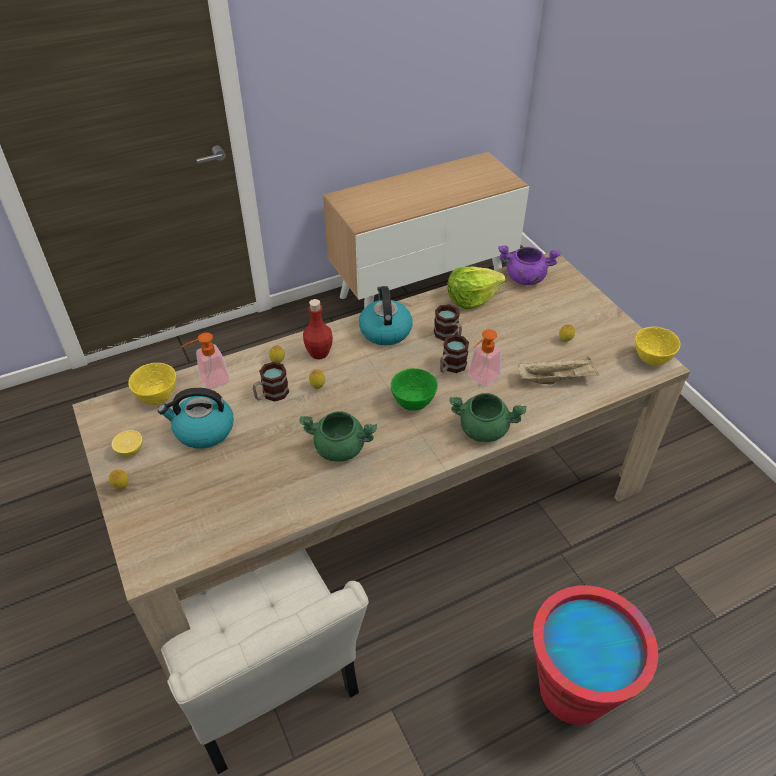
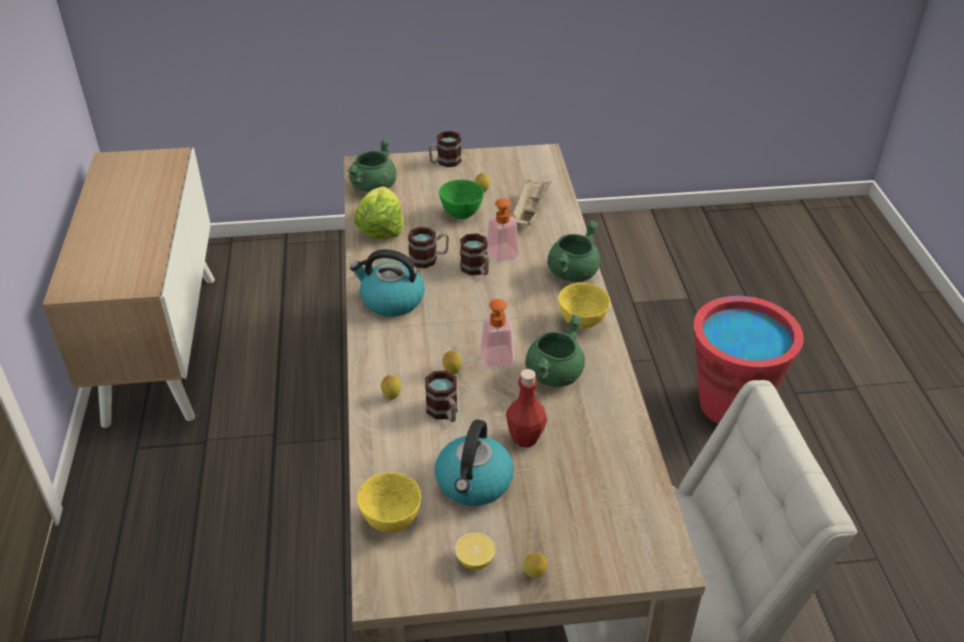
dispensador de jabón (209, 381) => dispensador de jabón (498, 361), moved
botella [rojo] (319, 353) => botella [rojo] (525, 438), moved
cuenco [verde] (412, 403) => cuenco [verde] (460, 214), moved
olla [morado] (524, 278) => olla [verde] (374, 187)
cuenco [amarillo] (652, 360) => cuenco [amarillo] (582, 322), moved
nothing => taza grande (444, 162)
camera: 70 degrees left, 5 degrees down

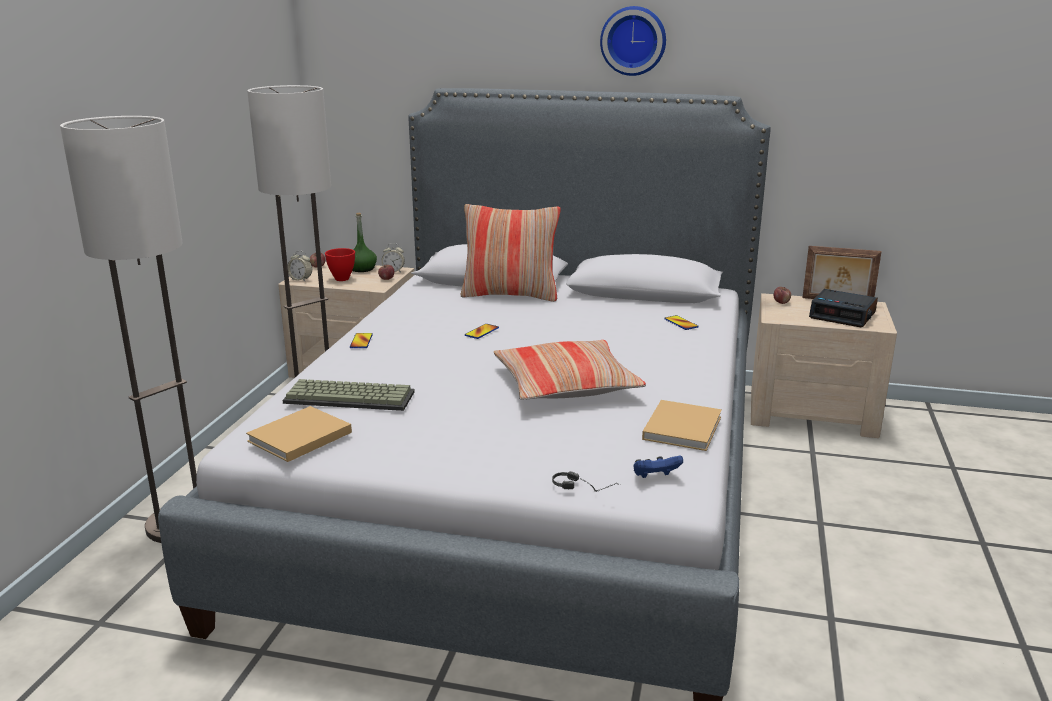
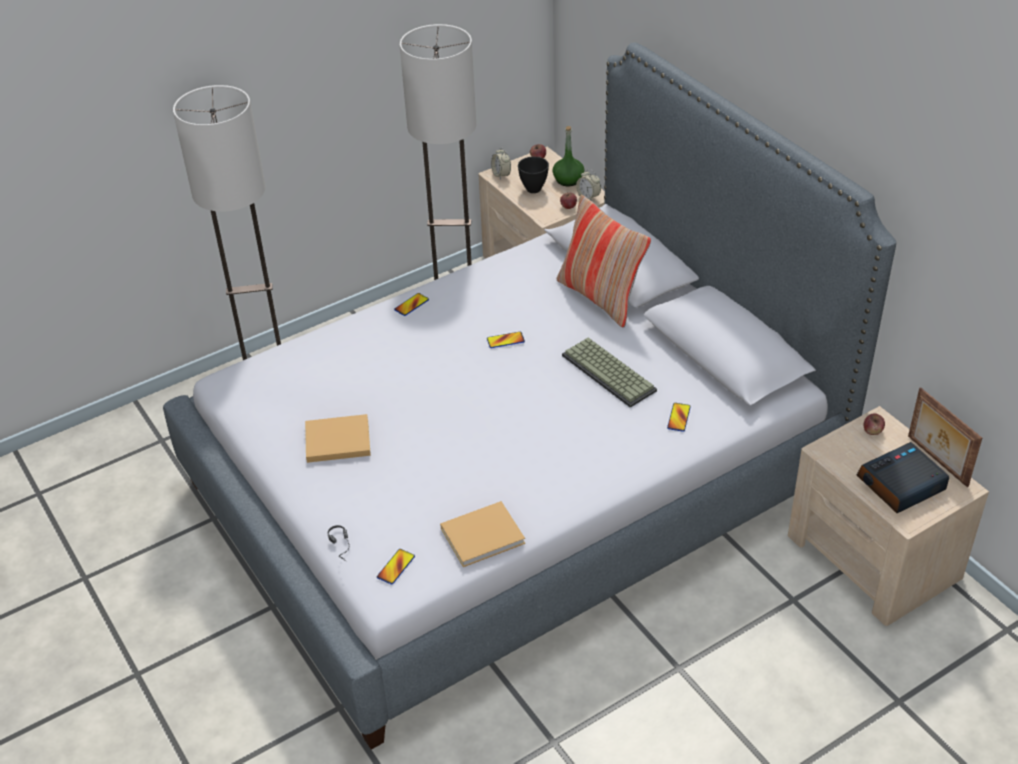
libro [beis] (297, 438) => libro [beis] (335, 441), moved
teclado (351, 397) => teclado (610, 373), moved
cuenco [rojo] (342, 279) => cuenco [negro] (534, 189)
cojín (566, 385) => nothing
reloj de pared (633, 41) => nothing
mando de consola [azul] (655, 477) => móvil (396, 567)
despertador (843, 315) => despertador (900, 485), 75 degrees clockwise
camera: 45 degrees right, 20 degrees up

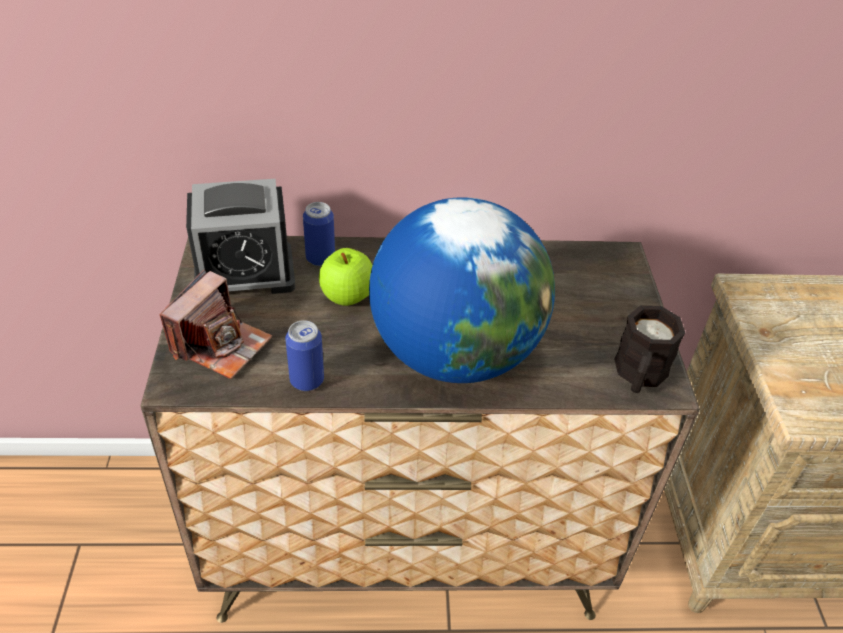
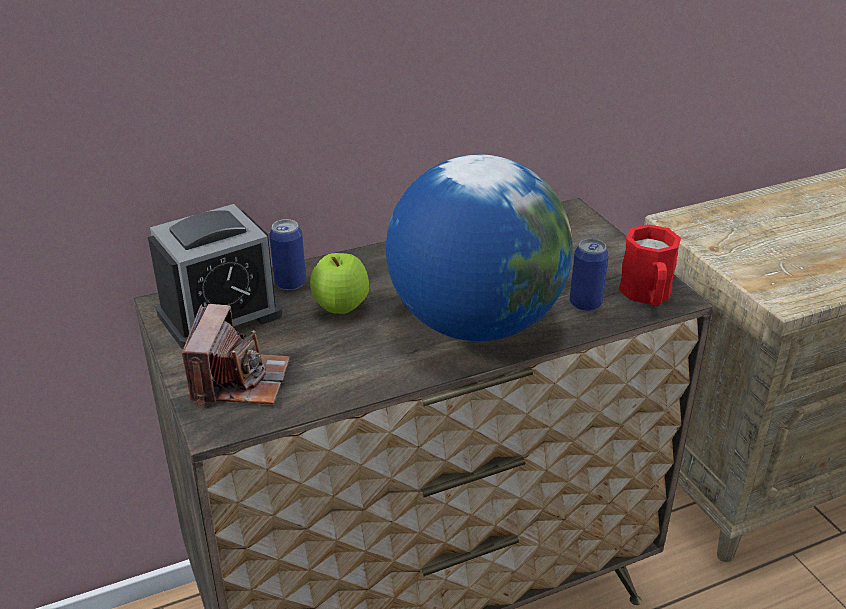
lata (307, 380) => lata (585, 304), moved
taza grande [negro] (638, 375) => taza grande [rojo] (647, 296)
camera: 20 degrees left, 10 degrees down

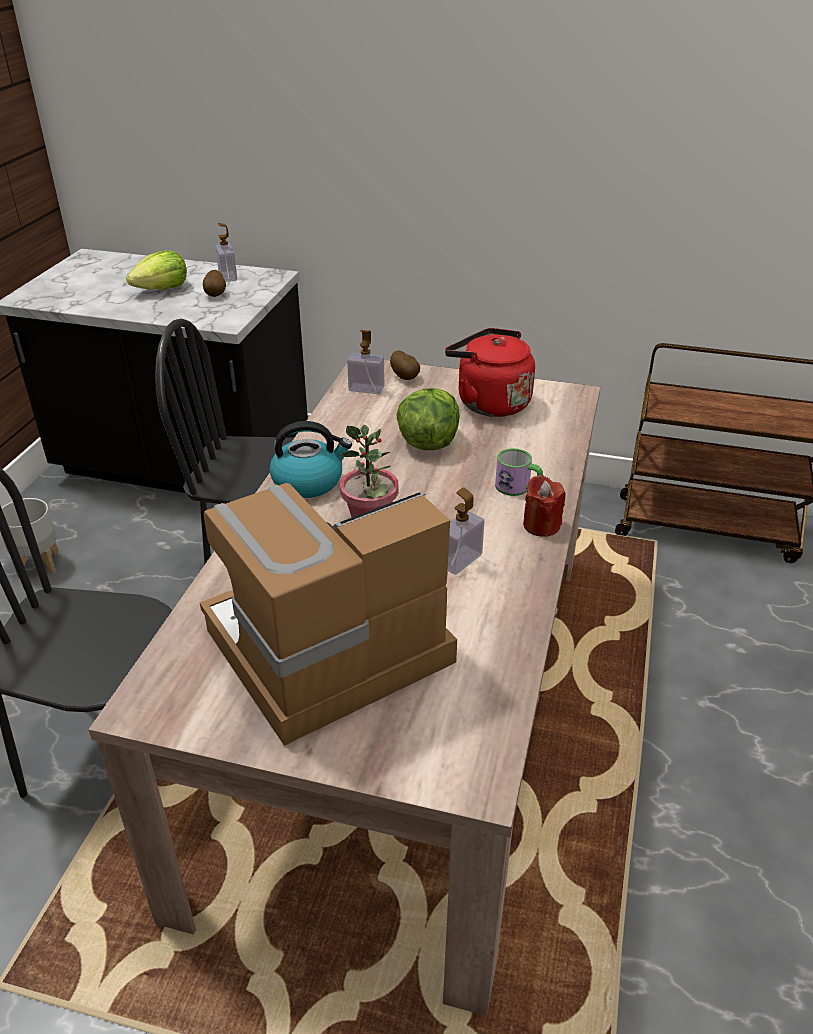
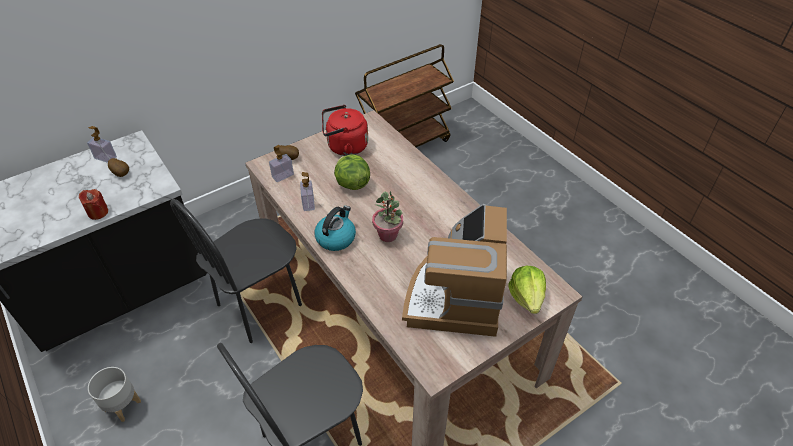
lechuga (162, 289) => lechuga (527, 297), moved
dispensador de jabón (460, 560) => dispensador de jabón (308, 203), moved
taza grande (518, 488) => nothing
vela [rojo] (541, 525) => vela [rojo] (98, 212), moved
camera: 50 degrees left, 10 degrees up

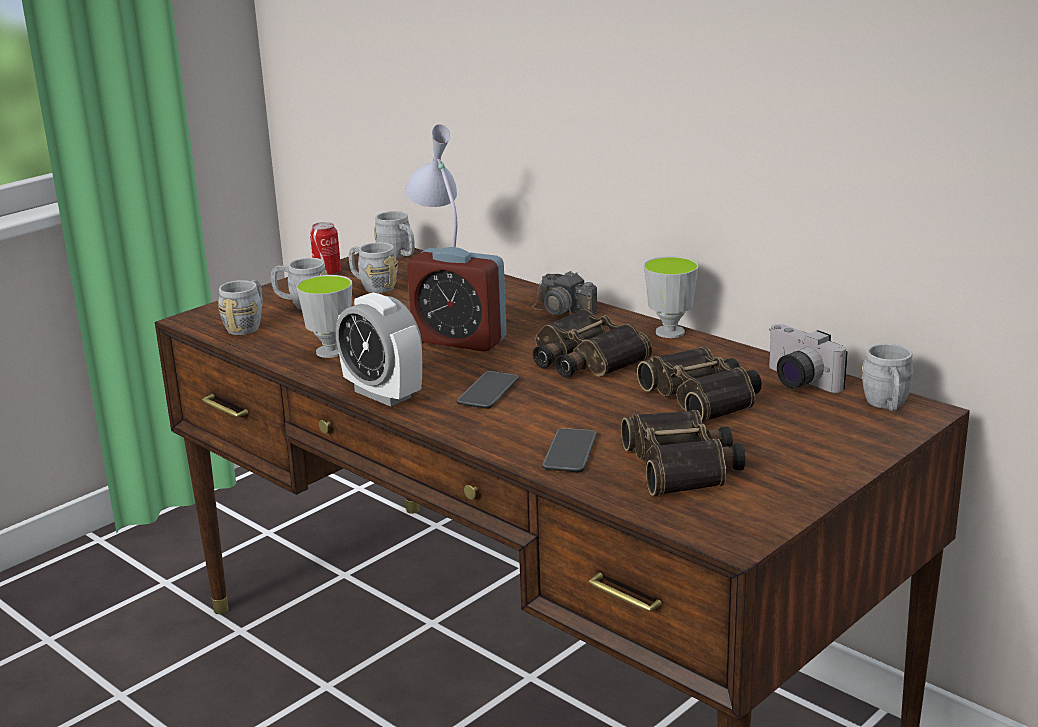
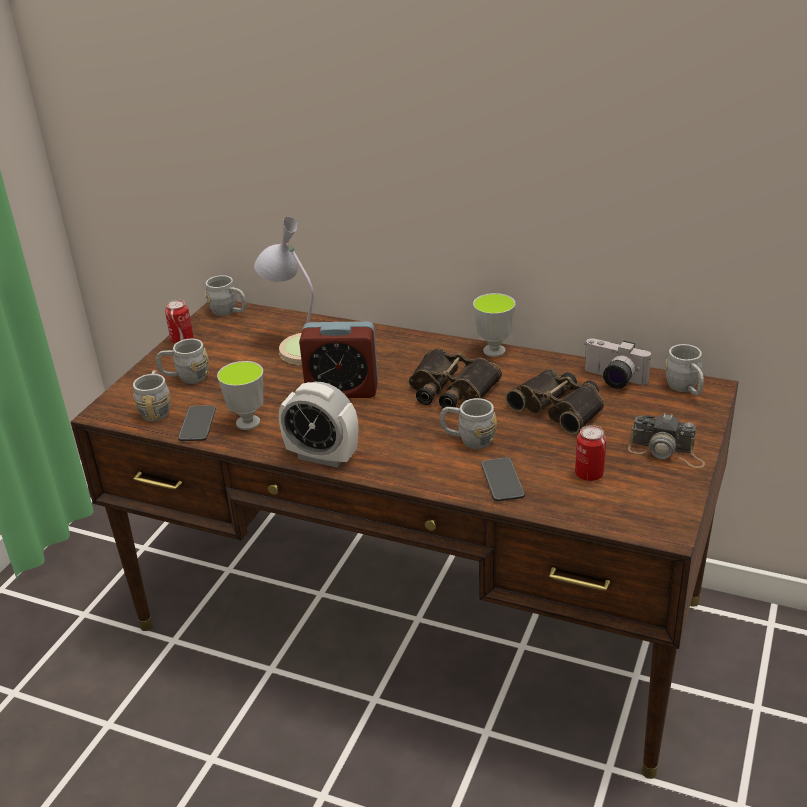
taza grande [gris] (372, 286) => taza grande [gris] (468, 440), moved
móvil (488, 392) => móvil (197, 424), moved
cámara (567, 312) => cámara (666, 452), moved
prismáticos (683, 466) => lata (589, 474)
camera: 20 degrees left, 10 degrees up

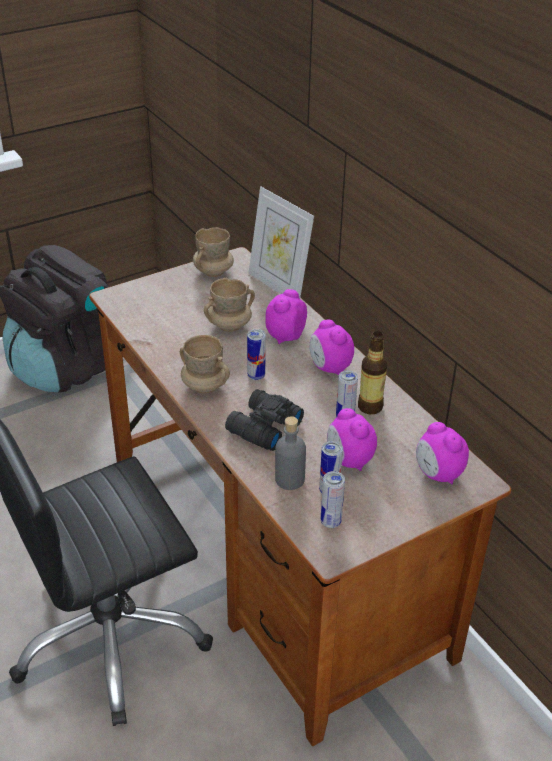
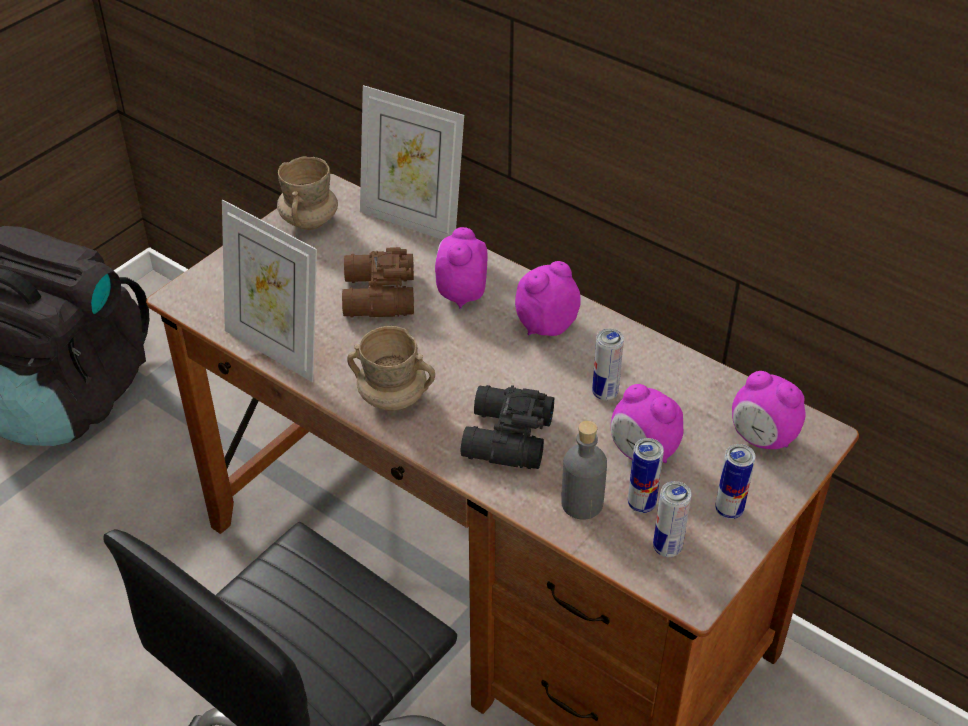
taza grande [beis] (230, 325) => prismáticos [marrón] (377, 297)
lata (256, 376) => lata (729, 510), moved
despertador (329, 368) => despertador (545, 325), 105 degrees clockwise
botella (370, 407) => nothing
nothing => portarretratos (276, 349)
camera: 20 degrees left, 5 degrees up

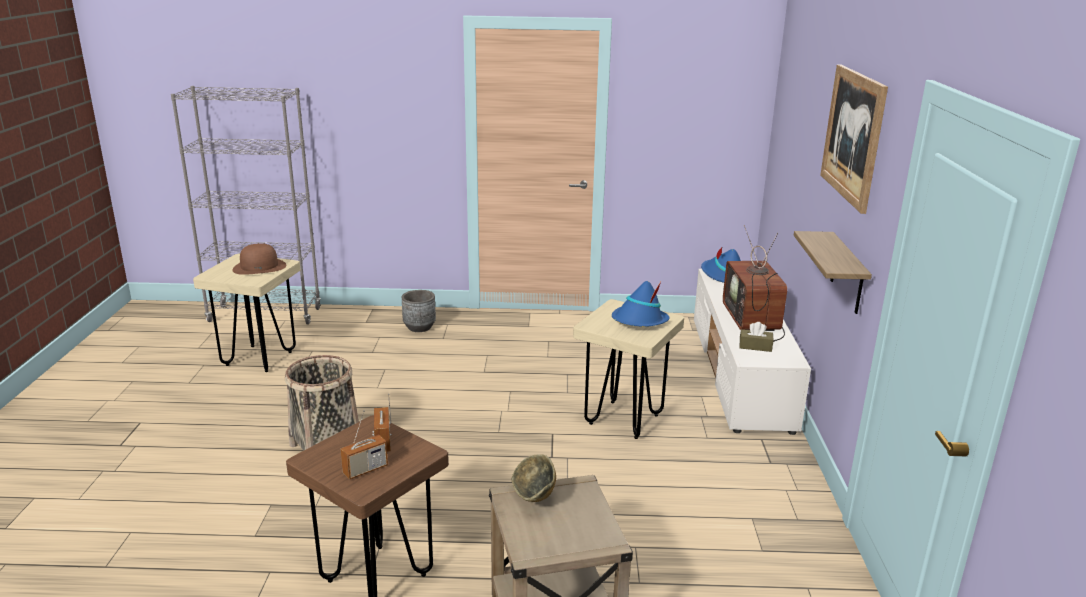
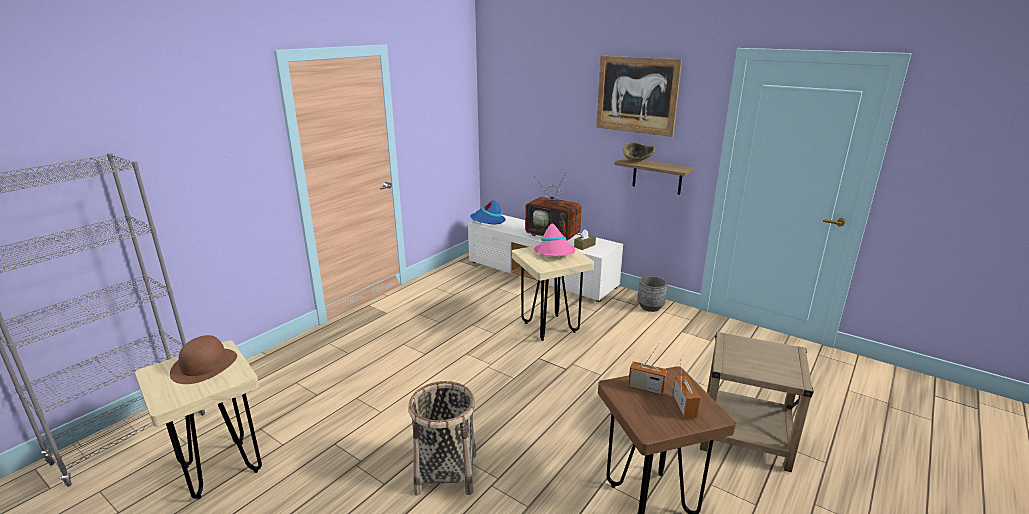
maceta [gris] (419, 327) => maceta [gris] (650, 307), moved
cuenco (534, 498) => cuenco (637, 162), moved
sombrero [azul] (639, 321) => sombrero [rosa] (555, 253)
camera: 55 degrees left, 0 degrees up

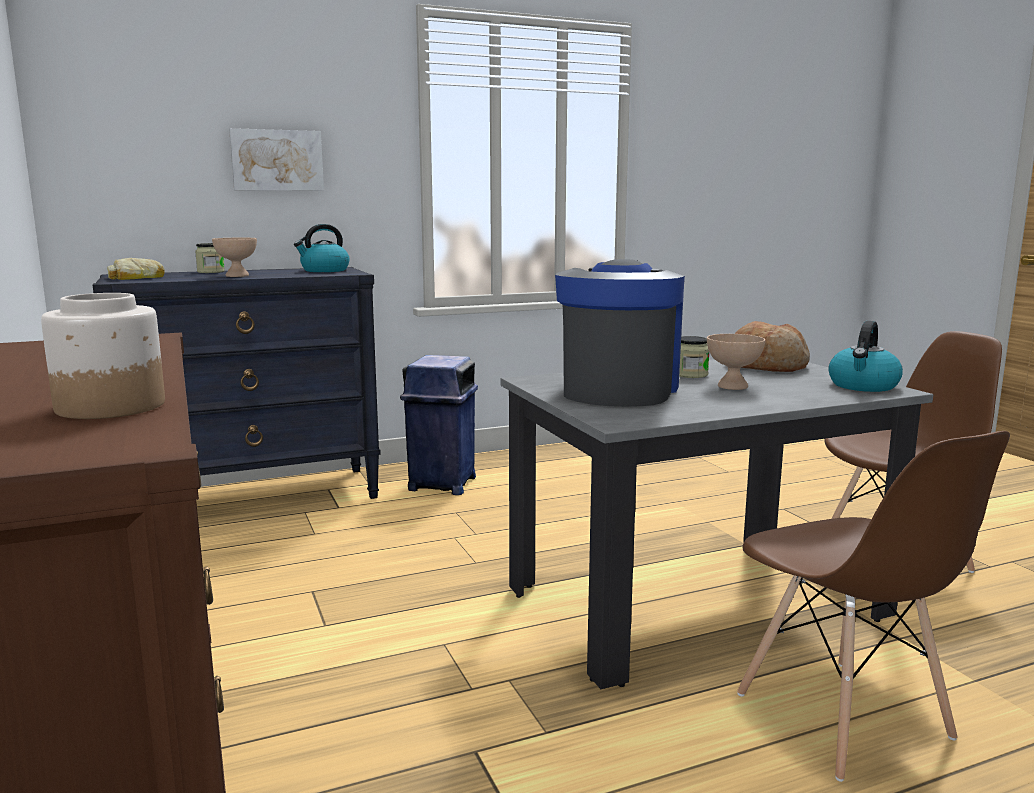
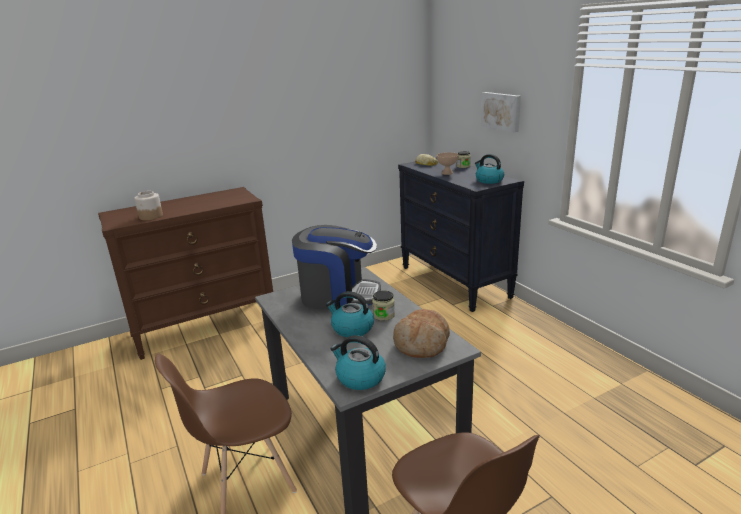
papelera [azul] (441, 484) => nothing
cuenco [beis] (733, 386) => hervidor (352, 328)
camera: 85 degrees right, 10 degrees up

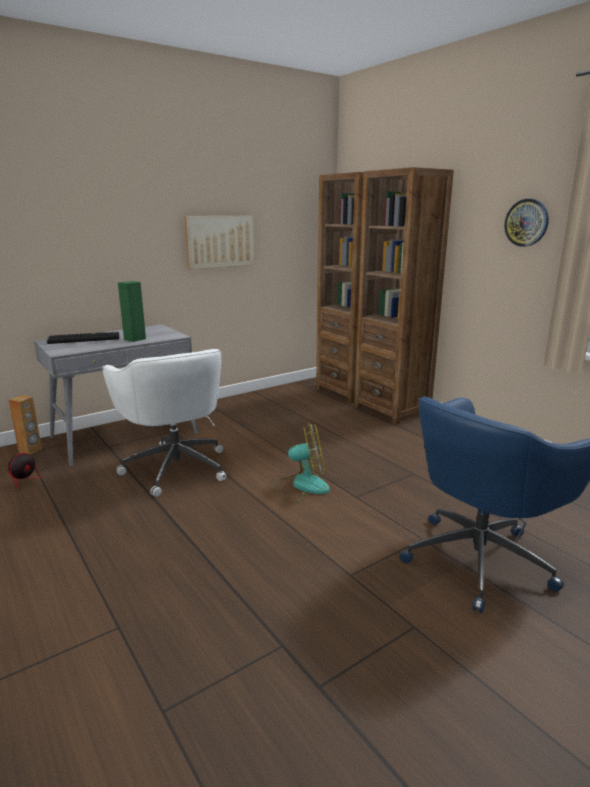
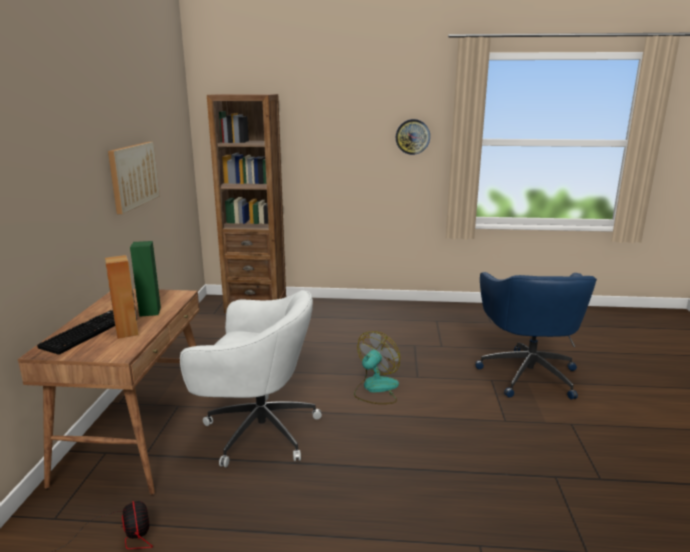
altavoz [marrón] (30, 450) => altavoz [marrón] (127, 332), moved
escritorio [gris] (125, 436) => escritorio [marrón] (138, 436)
estantería [marrón] (392, 410) => nothing
camera: 50 degrees left, 0 degrees up

